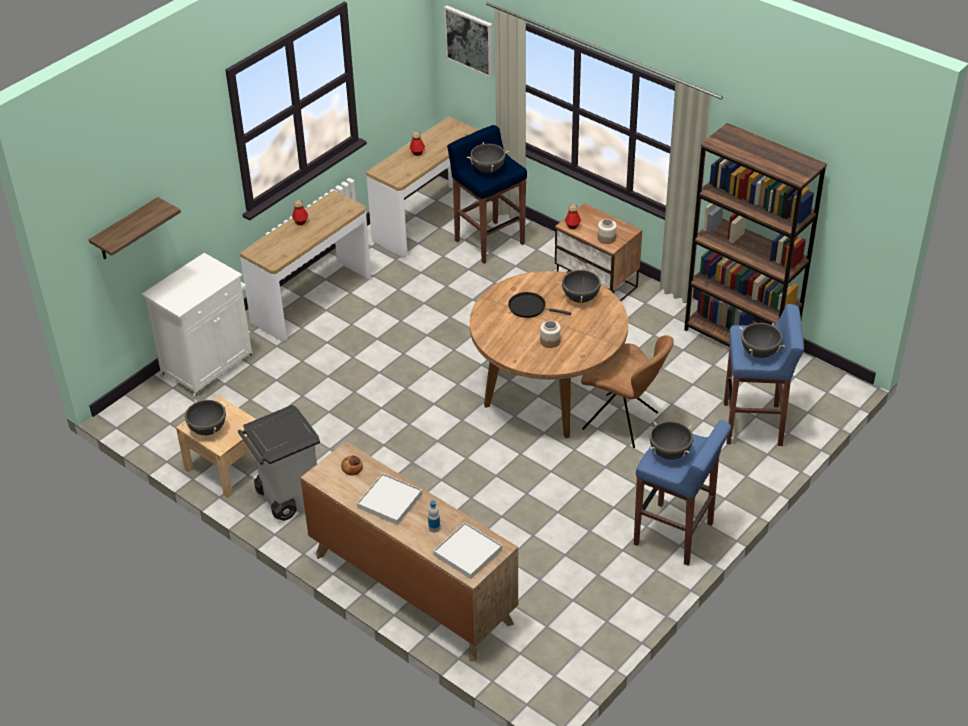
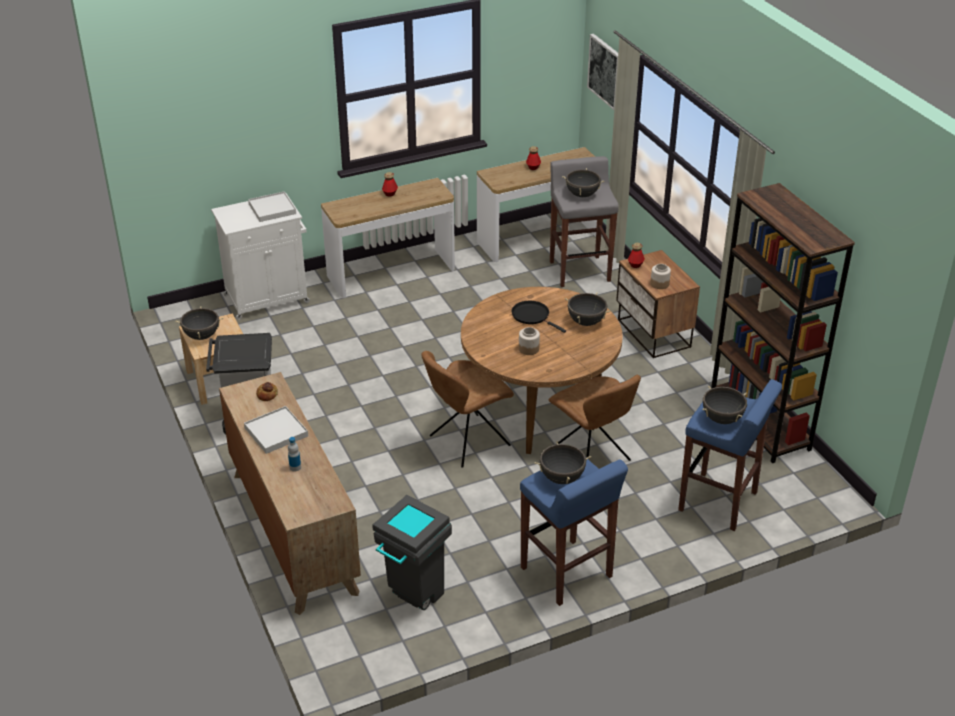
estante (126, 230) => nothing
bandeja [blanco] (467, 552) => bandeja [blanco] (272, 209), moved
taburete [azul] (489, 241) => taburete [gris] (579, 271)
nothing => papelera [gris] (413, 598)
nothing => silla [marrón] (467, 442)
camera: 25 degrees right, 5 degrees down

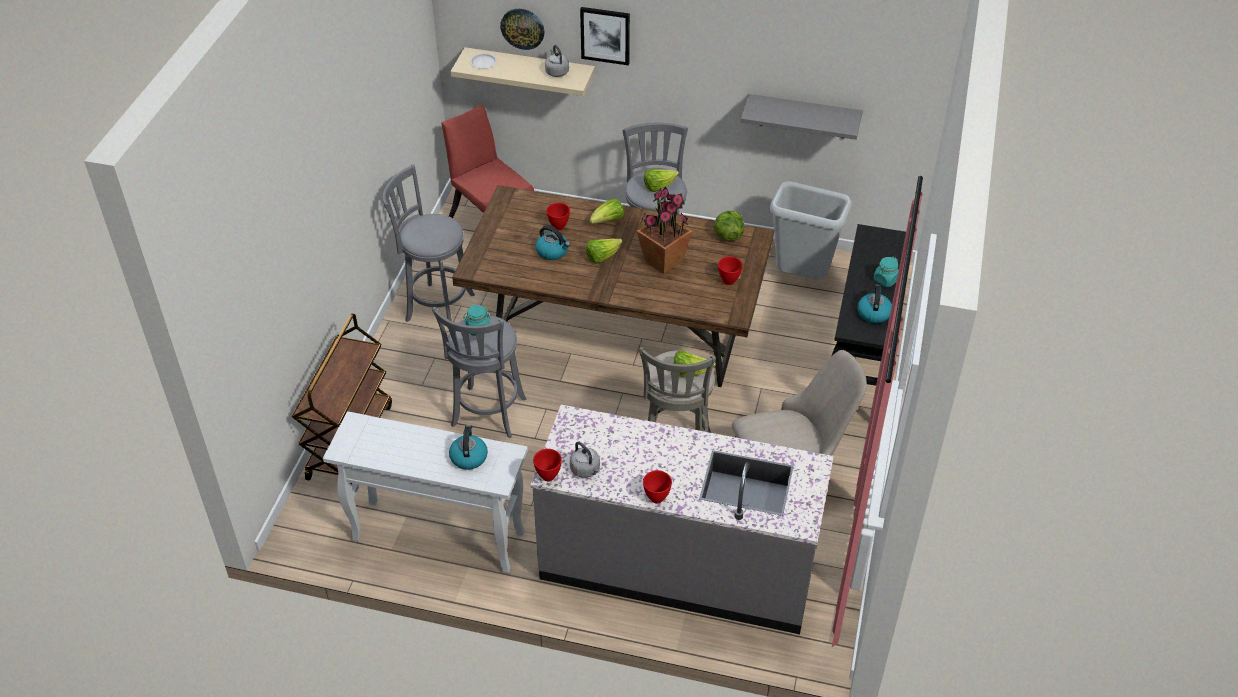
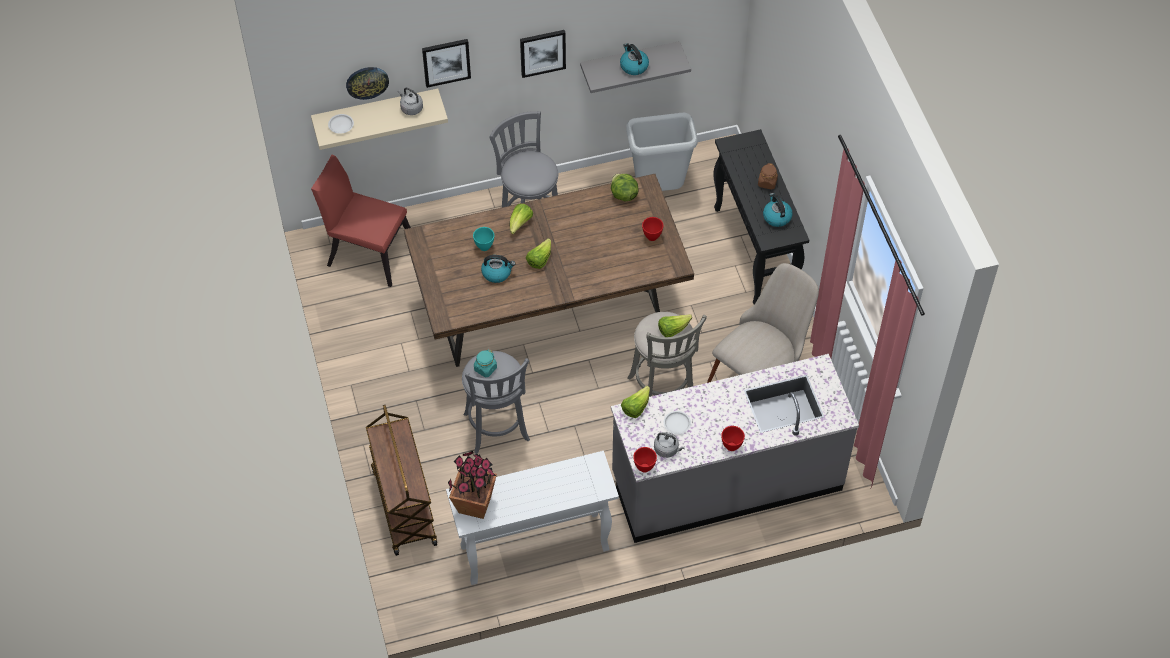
taburete [gris] (436, 306) => nothing
hervidor (468, 457) => hervidor (633, 66), moved
cuenco [rojo] (558, 227) => cuenco [turquesa] (484, 247)
planta en maceta (663, 260) => planta en maceta (474, 504), moved
lechuga (659, 186) => lechuga (636, 407), moved
tarro [turquesa] (885, 280) => tarro [marrón] (767, 183)
nothing => cuadro (542, 52)
nothing => plato [blanco] (677, 424)
camera: 30 degrees left, 10 degrees up

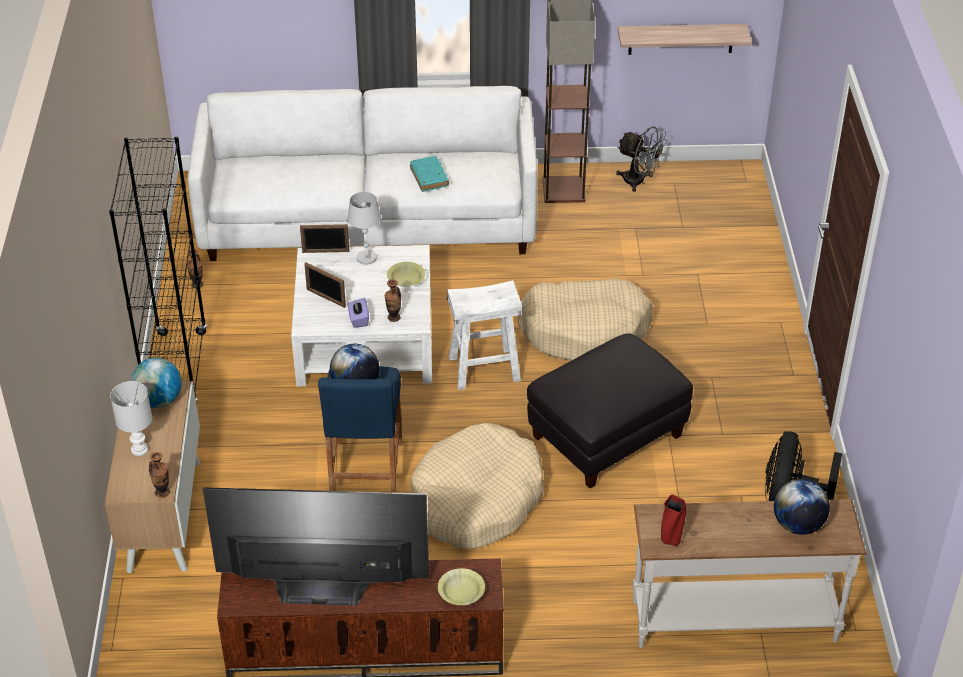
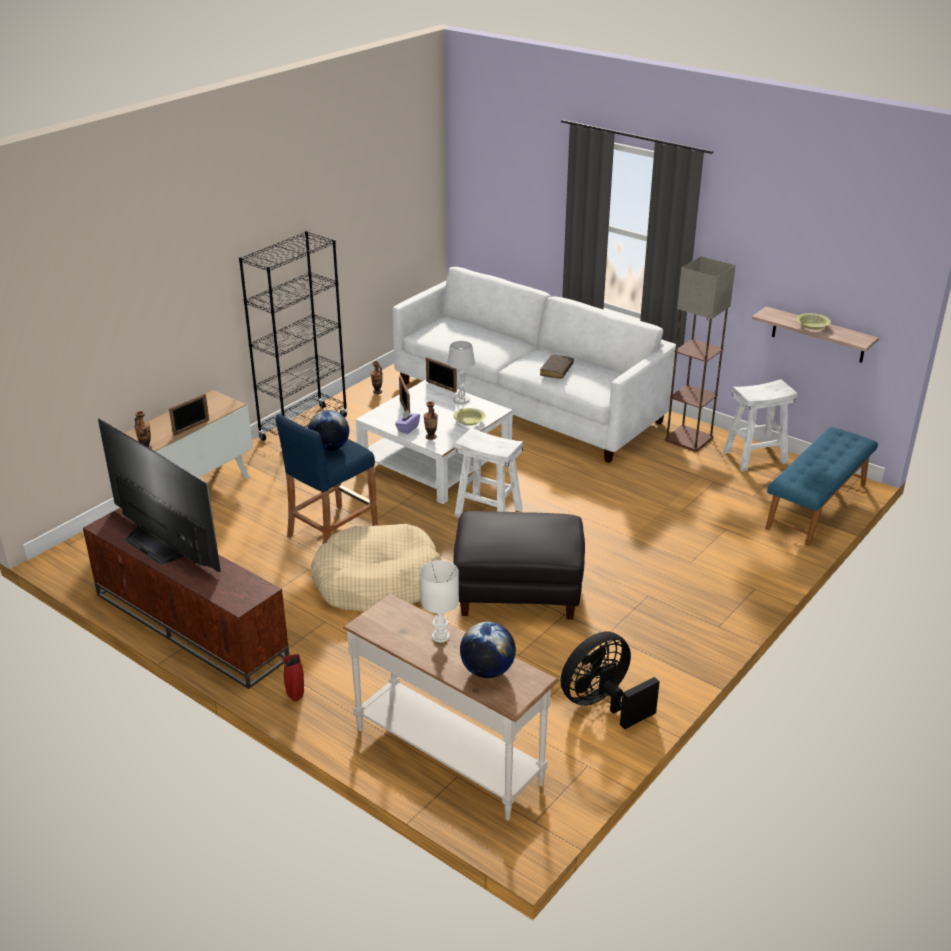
lámpara de mesa [blanco] (140, 450) => lámpara de mesa [blanco] (440, 637), moved
globo terráqueo (159, 400) => nothing
libro [turquesa] (429, 178) => libro [marrón] (556, 370)
cuenco [amarillo] (461, 592) => cuenco [amarillo] (812, 326), moved
cama para perro [beis] (585, 330) => nothing
ventilador [gris] (639, 182) => taburete [blanco] (755, 457)
florero [rojo] (670, 540) => florero [rojo] (296, 696), moved
nothing => portarretratos (191, 427)
nothing => banco [azul] (817, 506)
camera: 40 degrees right, 10 degrees down

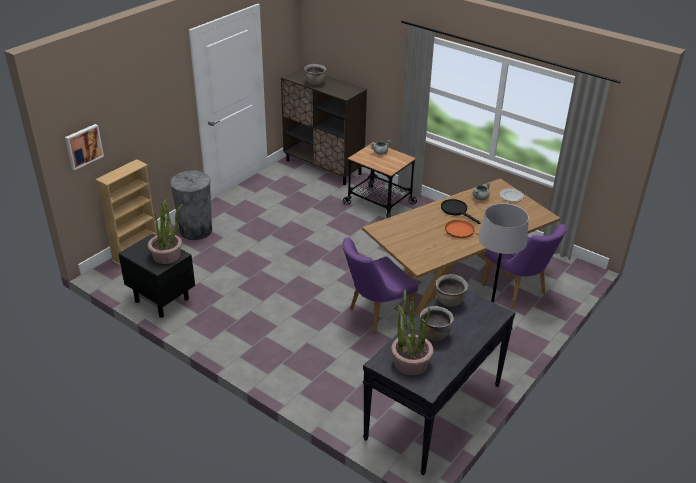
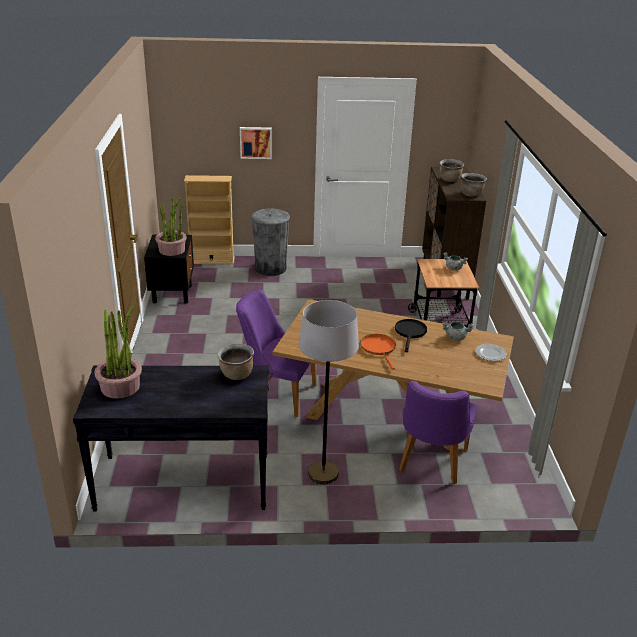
cuadro (83, 146) => cuadro (256, 142), moved
olla [marrón] (434, 334) => olla [marrón] (471, 194), moved
camera: 50 degrees right, 5 degrees down

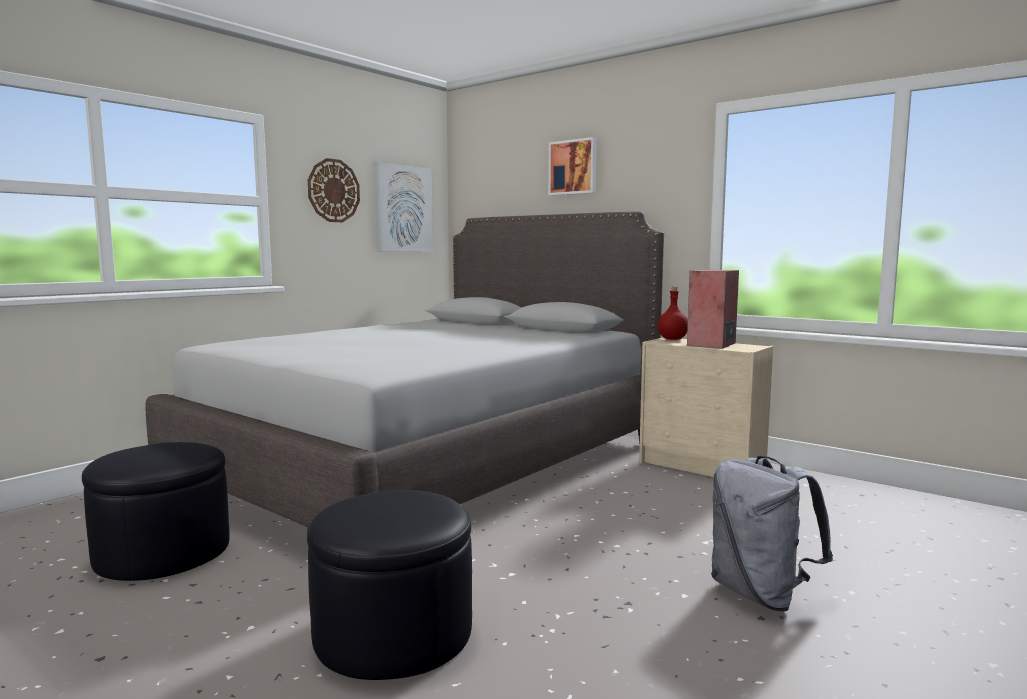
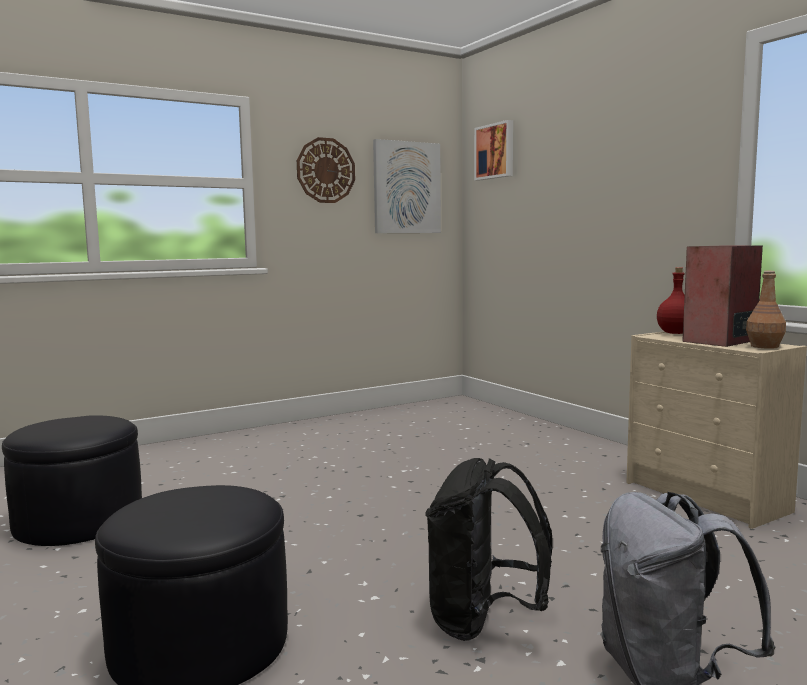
cama [gris] (431, 462) => nothing
cuadro (573, 167) => cuadro (495, 151), moved
nothing => mochila [negro] (483, 621)
nothing => botella [marrón] (764, 346)
camera: 20 degrees right, 0 degrees up

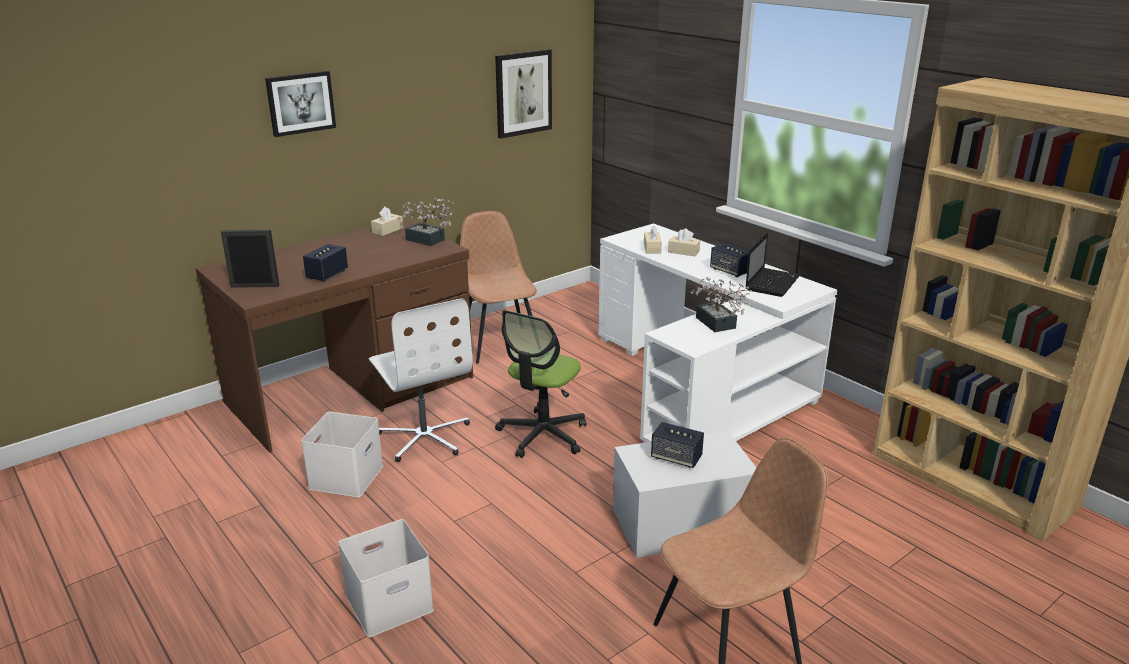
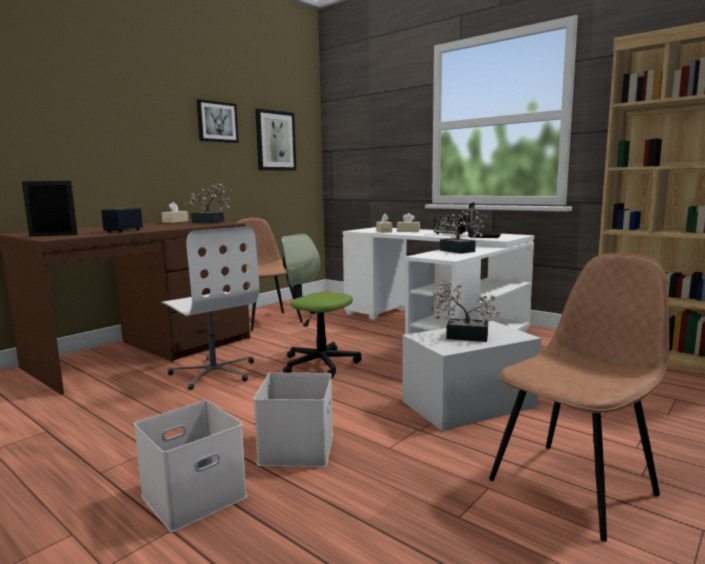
cuadro (300, 103) => cuadro (217, 122), moved
caja de almacenaje [blanco] (346, 476) => caja de almacenaje [blanco] (295, 447), moved
silla de oficina (542, 435) => silla de oficina (320, 363), 105 degrees clockwise
altavoz (676, 458) => planta en maceta (461, 336)
camera: 10 degrees left, 15 degrees down

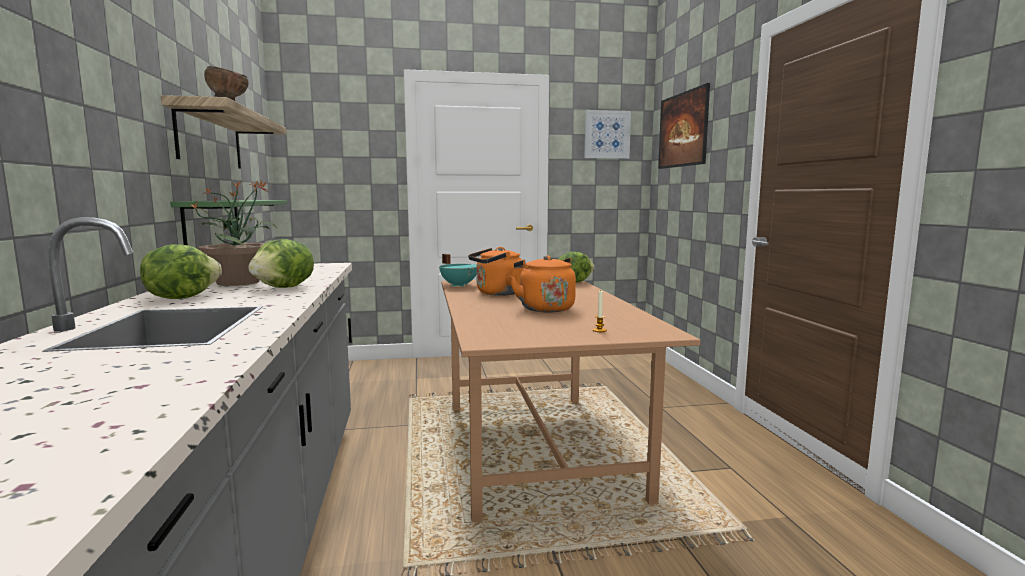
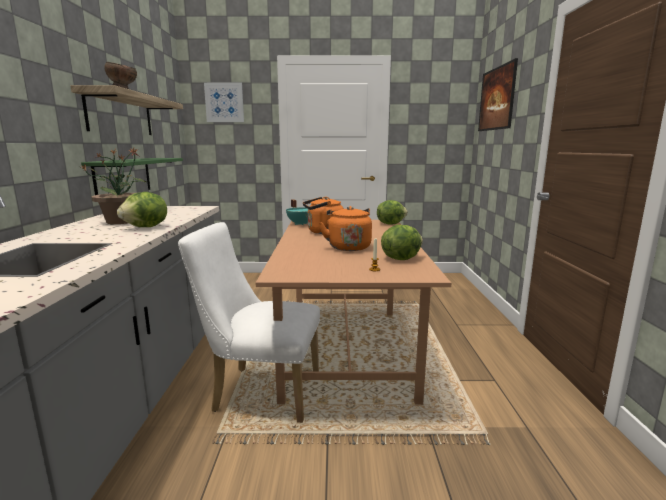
lechuga (181, 298) => lechuga (400, 258), moved
cuadro (607, 134) => cuadro (224, 102), moved
nothing => silla [blanco] (259, 391)
camera: 10 degrees right, 5 degrees up

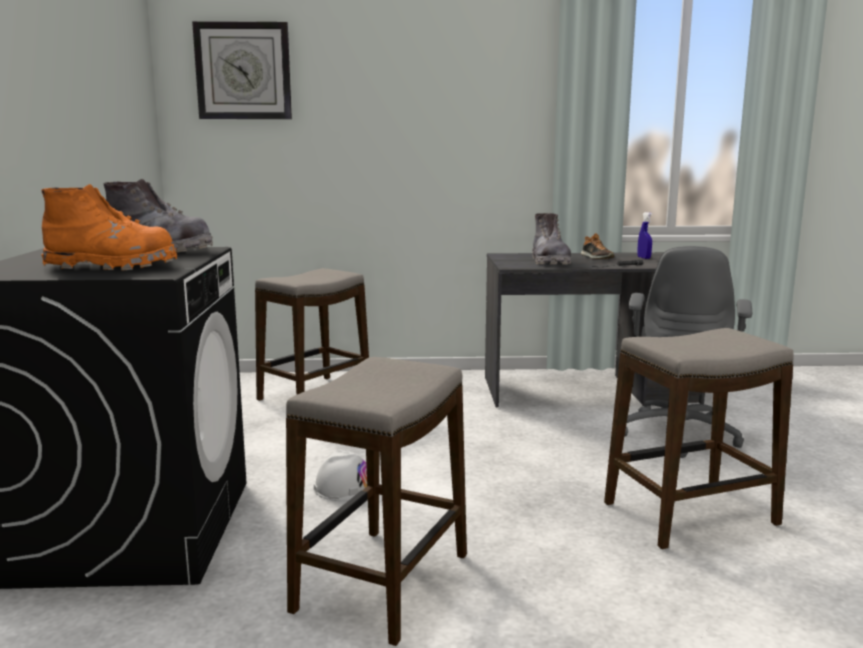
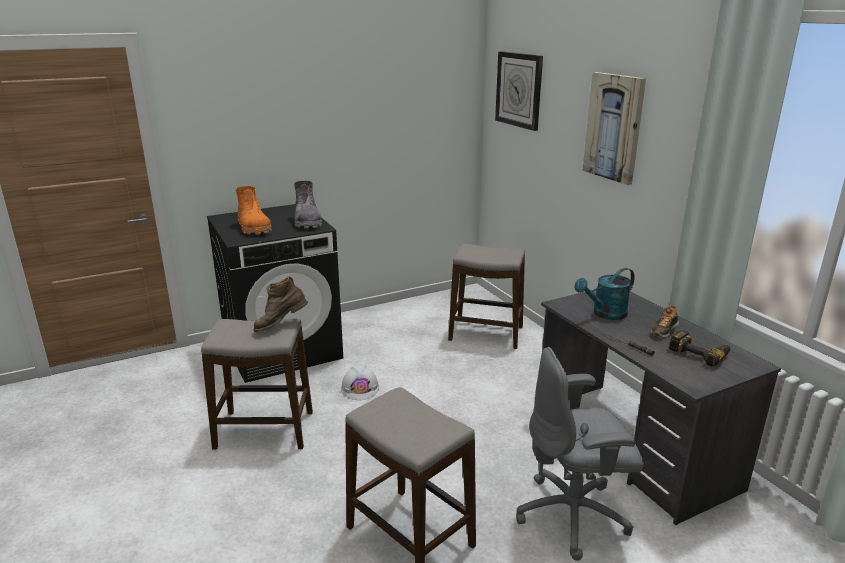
bota [gris] (549, 262) => regadera [turquesa] (605, 314)
pulverizador [azul] (644, 258) => taladro (700, 352)
nothing => bota [marrón] (281, 326)
nothing => cuadro (614, 127)
camera: 65 degrees right, 10 degrees up

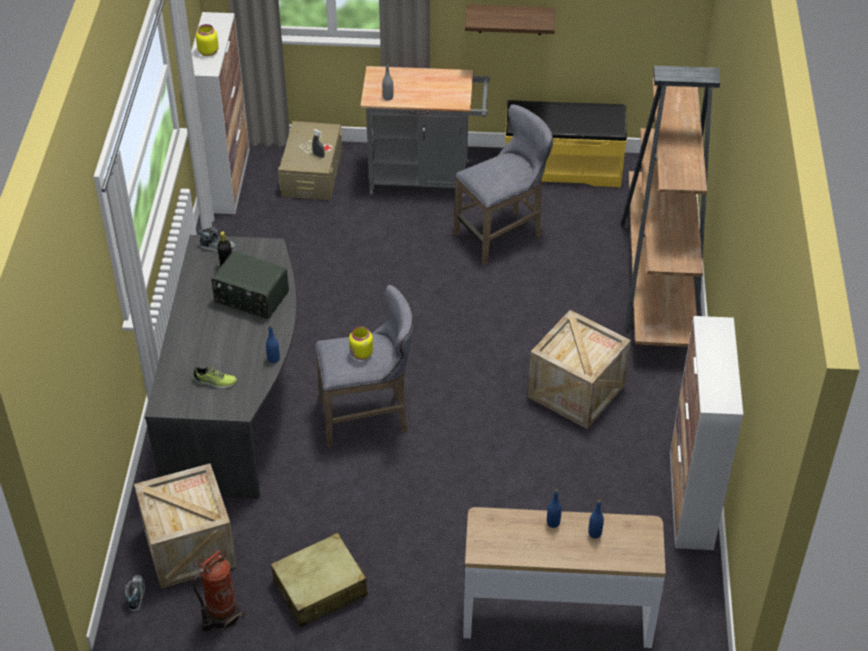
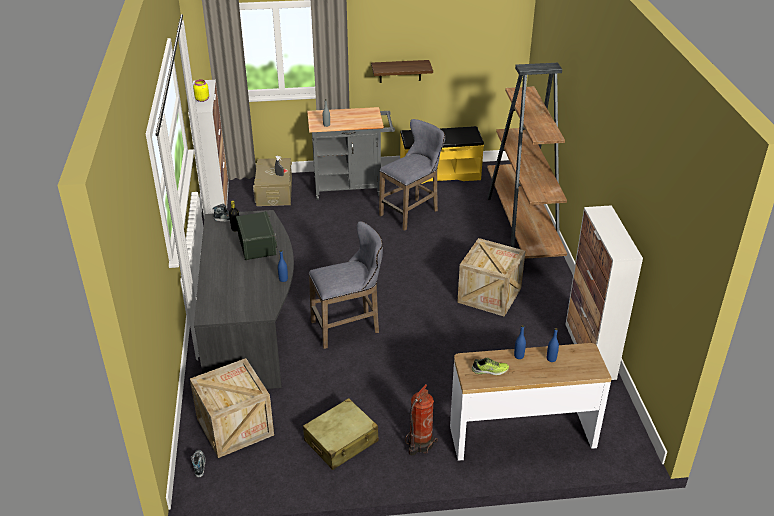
zapato (214, 382) => zapato (490, 370), moved
extintor (220, 616) => extintor (419, 444), moved
radio (251, 298) => radio (258, 245), 120 degrees counterclockwise
tarro [amarillo] (361, 354) => nothing
camera: 10 degrees left, 10 degrees down

